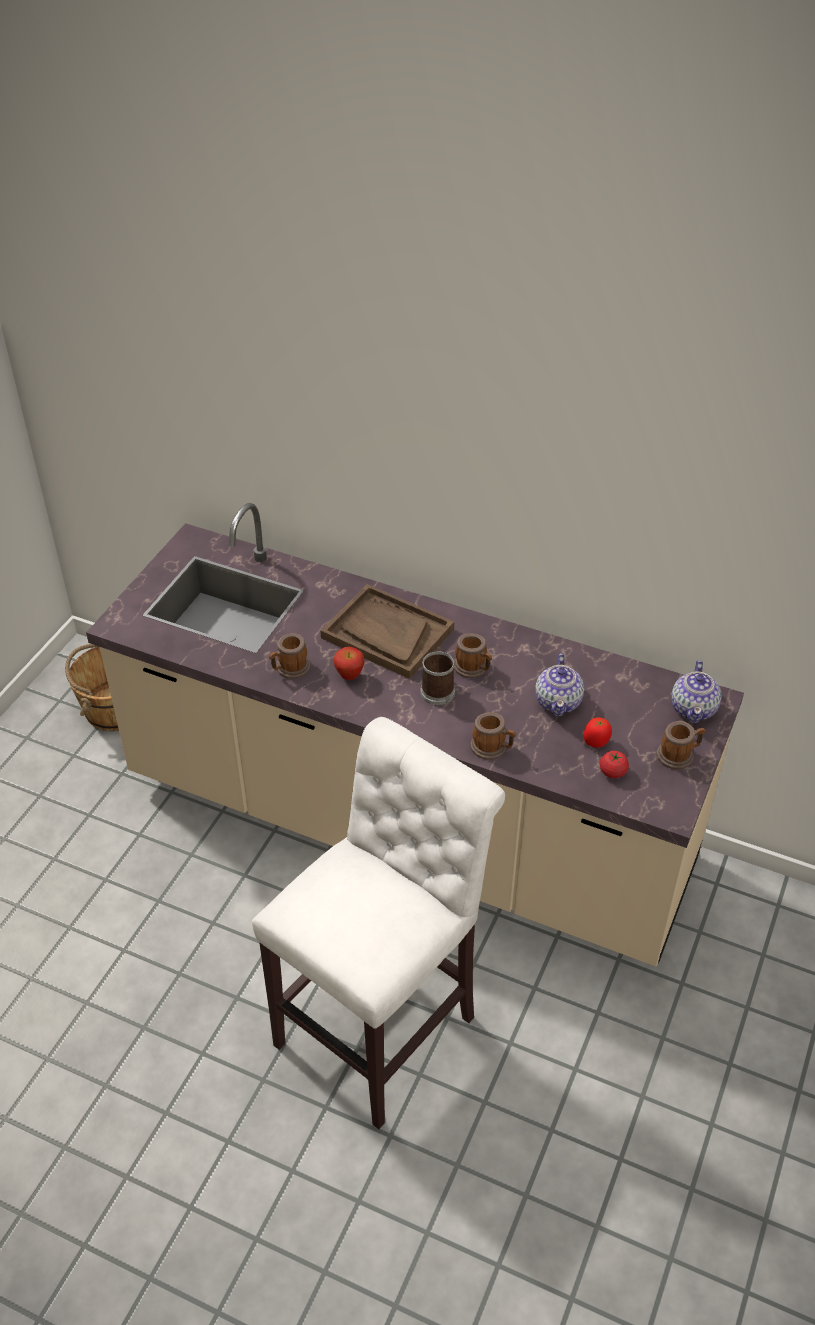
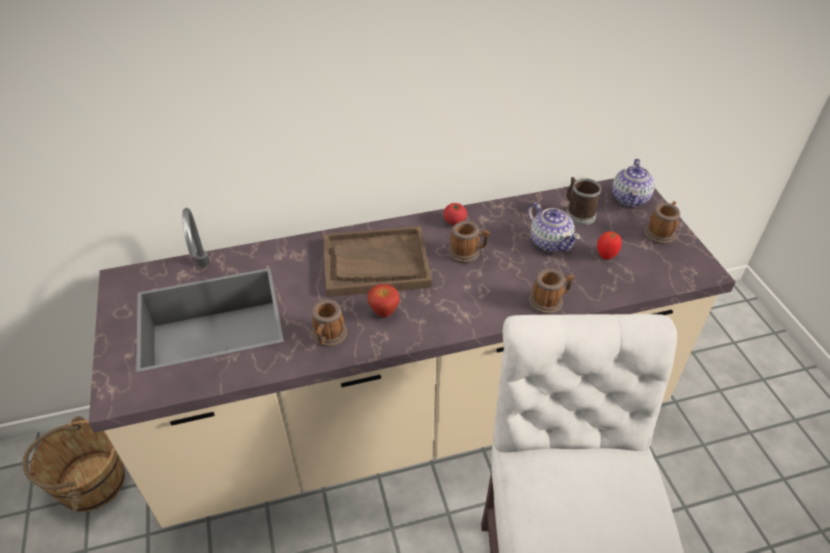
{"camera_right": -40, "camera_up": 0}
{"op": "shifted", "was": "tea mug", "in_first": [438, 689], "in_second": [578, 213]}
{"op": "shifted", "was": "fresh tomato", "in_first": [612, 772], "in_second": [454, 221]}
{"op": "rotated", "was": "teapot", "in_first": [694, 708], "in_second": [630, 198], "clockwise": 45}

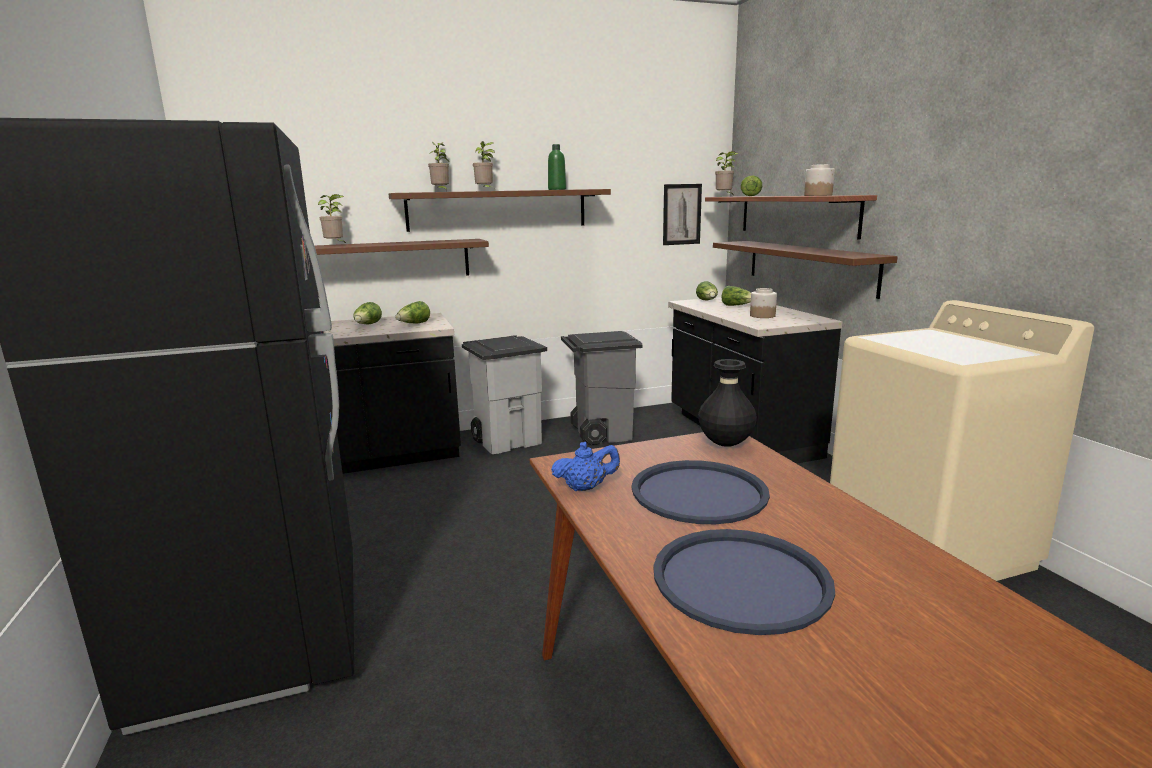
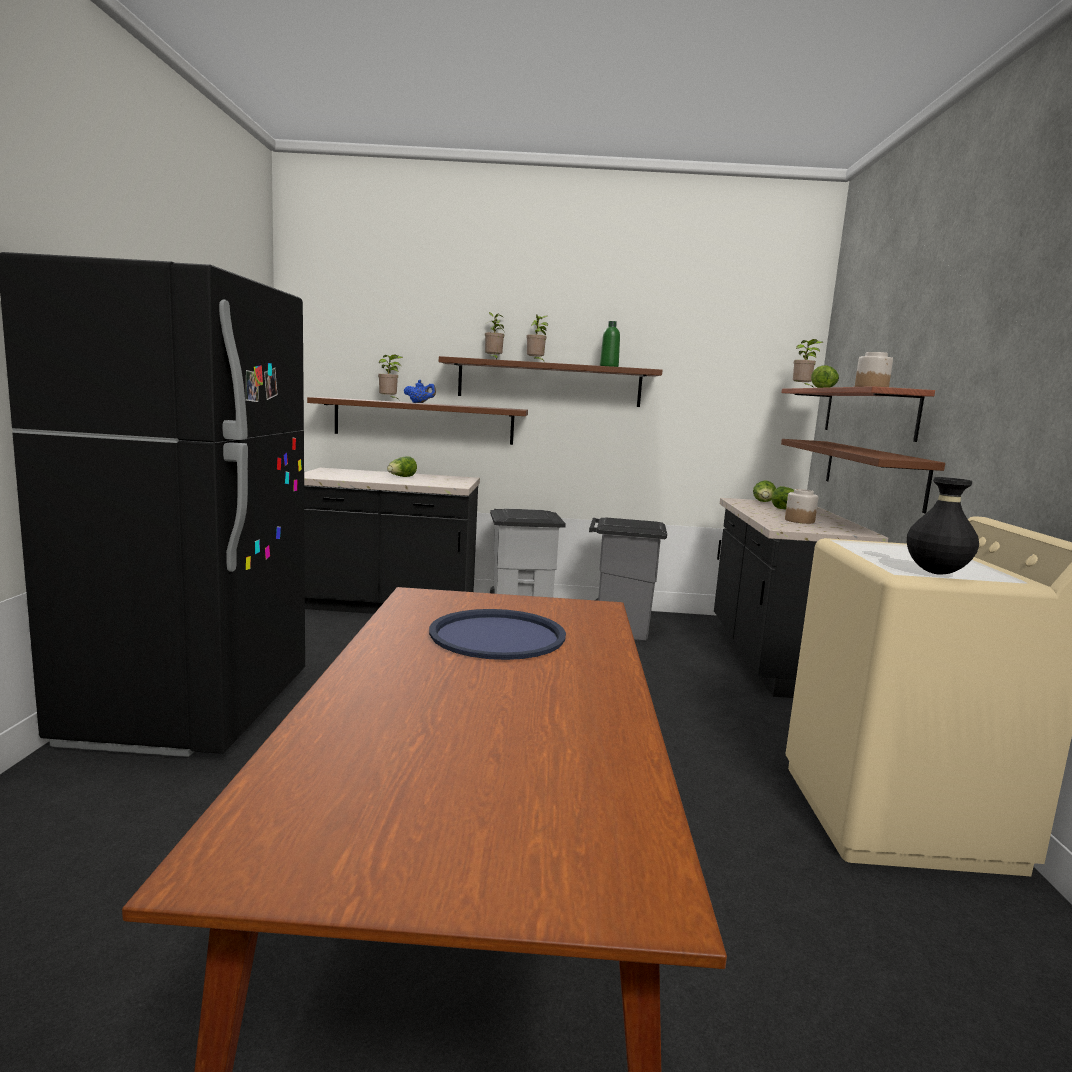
{"camera_right": 20, "camera_up": -5}
{"op": "gone", "was": "head of lettuce", "in_first": [414, 324]}
{"op": "shifted", "was": "teapot in blue", "in_first": [586, 488], "in_second": [419, 403]}
{"op": "gone", "was": "serving tray in blue", "in_first": [740, 580]}
{"op": "gone", "was": "wall art", "in_first": [681, 214]}
{"op": "shifted", "was": "vase in black", "in_first": [725, 445], "in_second": [936, 573]}

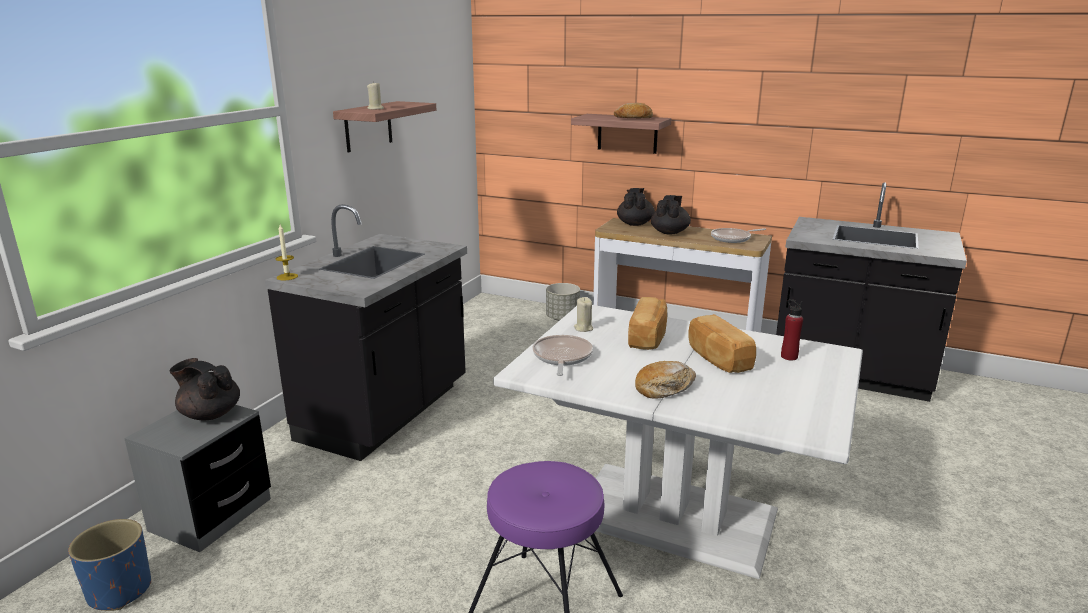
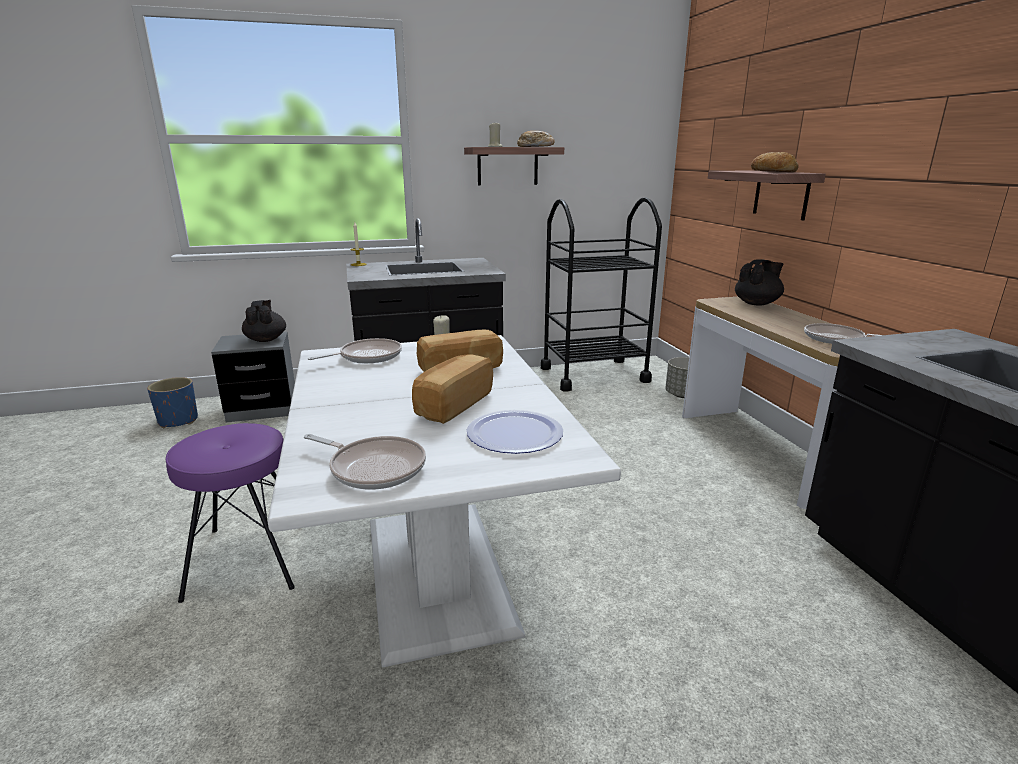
{"camera_right": 50, "camera_up": 0}
{"op": "shifted", "was": "baked bread", "in_first": [664, 388], "in_second": [535, 147]}
{"op": "gone", "was": "teapot in black", "in_first": [669, 232]}
{"op": "swapped", "was": "bottle in red-coloured", "now": "plate", "in_first": [789, 357], "in_second": [514, 434]}
{"op": "new", "now": "skillet", "in_second": [374, 468]}
{"op": "new", "now": "wheeled cart in black", "in_second": [593, 374]}

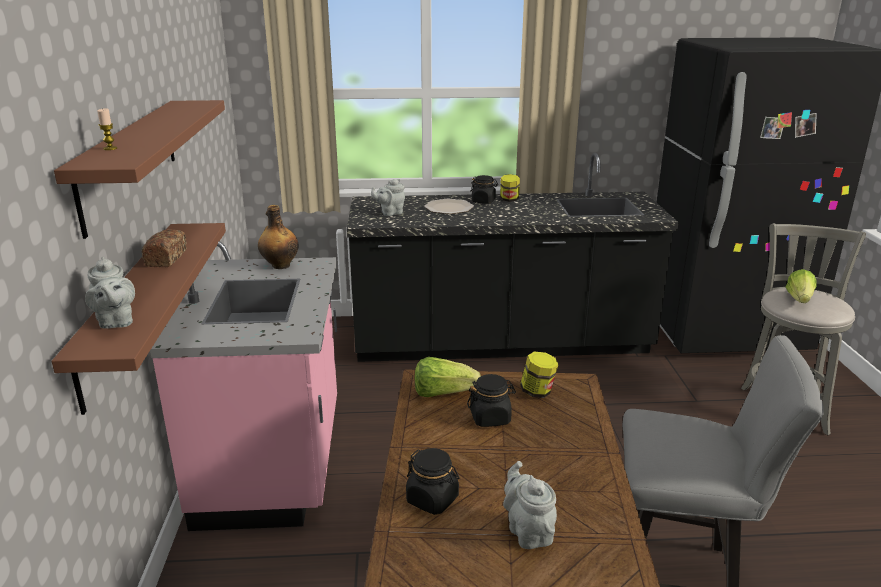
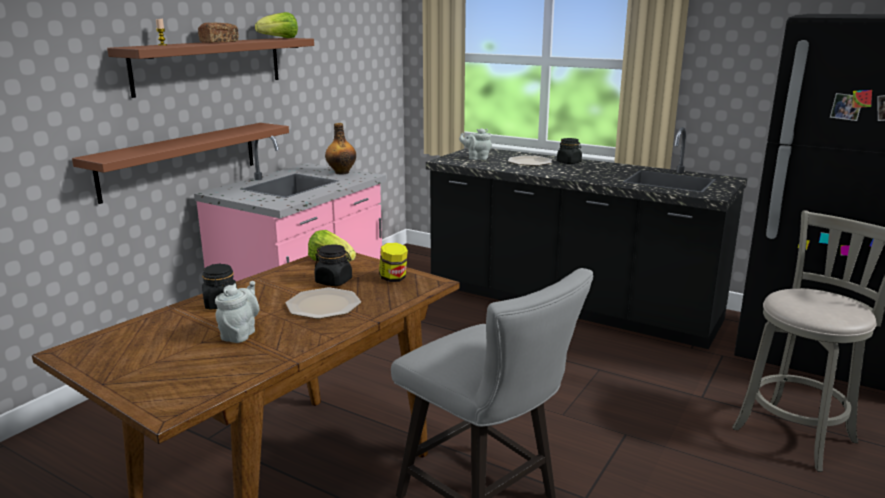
{"camera_right": 35, "camera_up": -5}
{"op": "gone", "was": "teapot in greyish", "in_first": [115, 322]}
{"op": "shifted", "was": "baked bread", "in_first": [166, 258], "in_second": [219, 42]}
{"op": "gone", "was": "jar", "in_first": [509, 200]}
{"op": "shifted", "was": "head of lettuce", "in_first": [799, 299], "in_second": [279, 38]}
{"op": "new", "now": "plate", "in_second": [324, 305]}

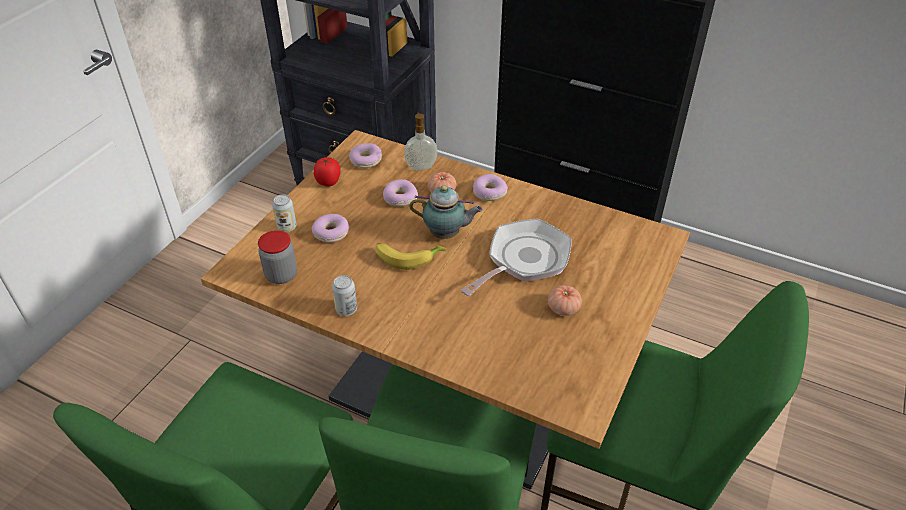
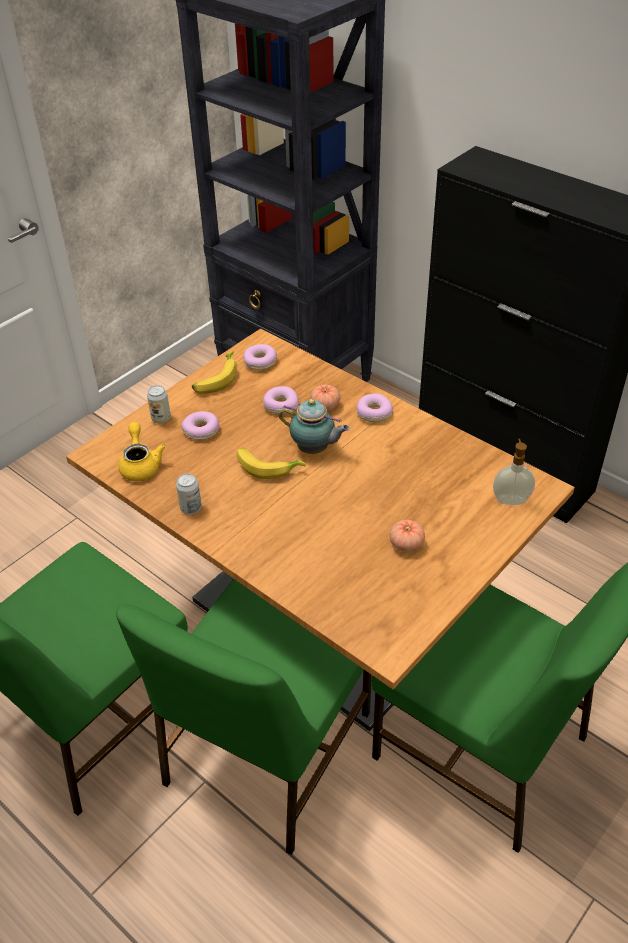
{"camera_right": 15, "camera_up": 0}
{"op": "swapped", "was": "jar", "now": "teapot in yellow-coloured", "in_first": [281, 275], "in_second": [141, 465]}
{"op": "swapped", "was": "fresh tomato", "now": "whole banana", "in_first": [328, 182], "in_second": [216, 379]}
{"op": "shifted", "was": "soap dispenser", "in_first": [421, 166], "in_second": [510, 499]}
{"op": "gone", "was": "skillet", "in_first": [524, 260]}

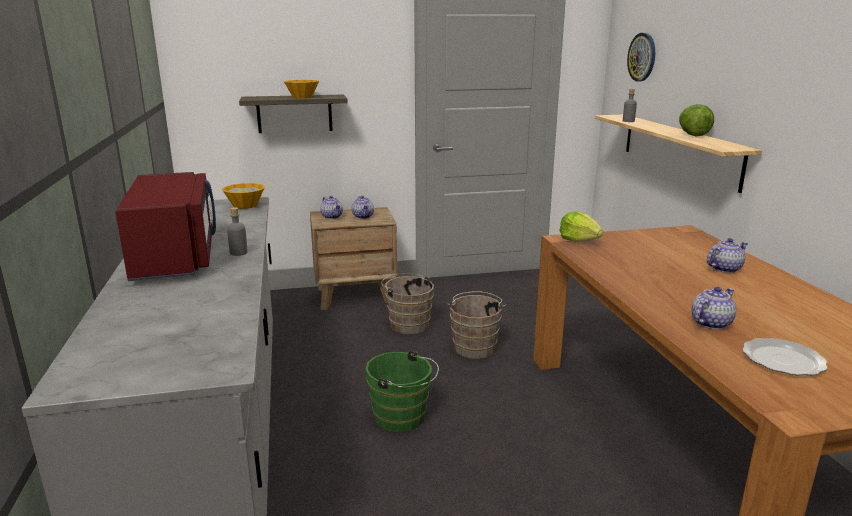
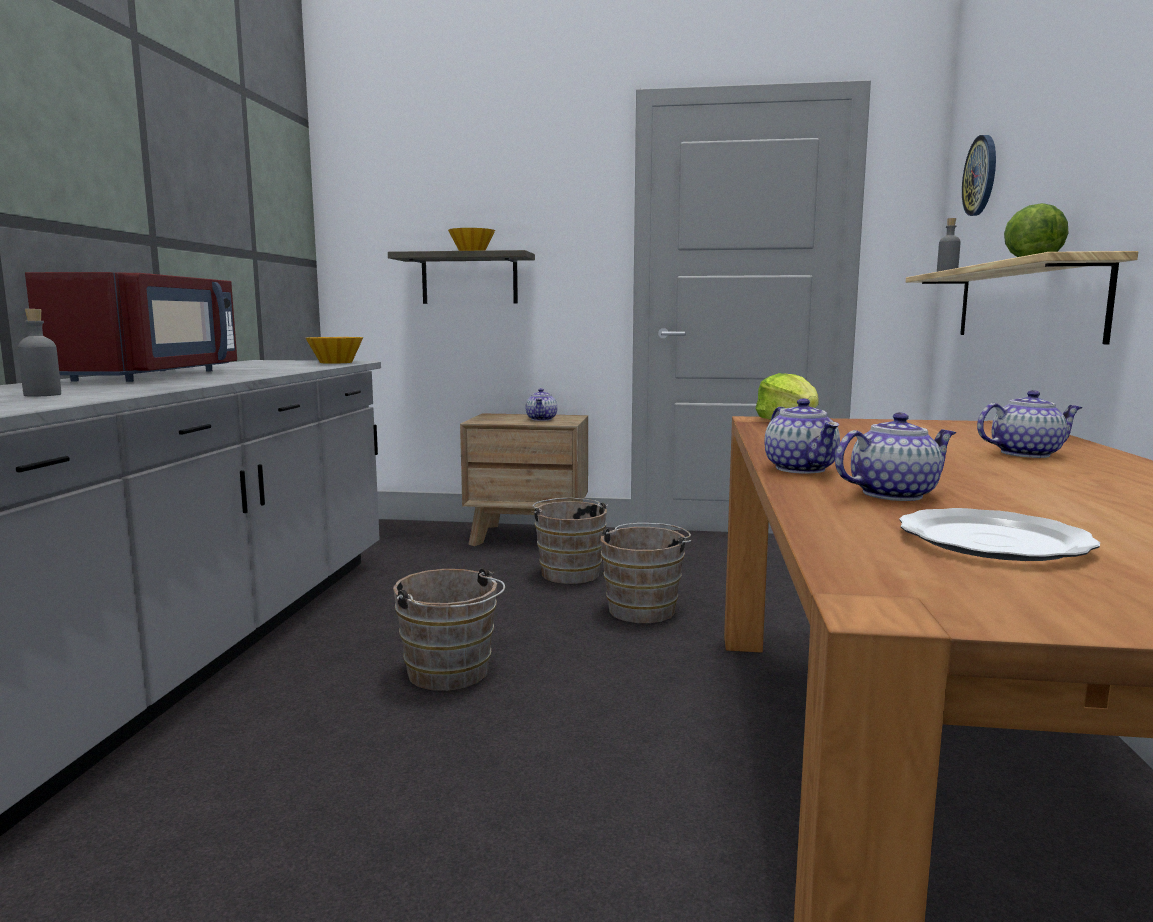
{"camera_right": 20, "camera_up": -10}
{"op": "shifted", "was": "bottle in greyish", "in_first": [238, 253], "in_second": [43, 395]}
{"op": "shifted", "was": "teapot", "in_first": [332, 217], "in_second": [801, 469]}
{"op": "repainted", "was": "water bucket in greenish", "now": "water bucket in brown", "in_first": [403, 418], "in_second": [451, 675]}

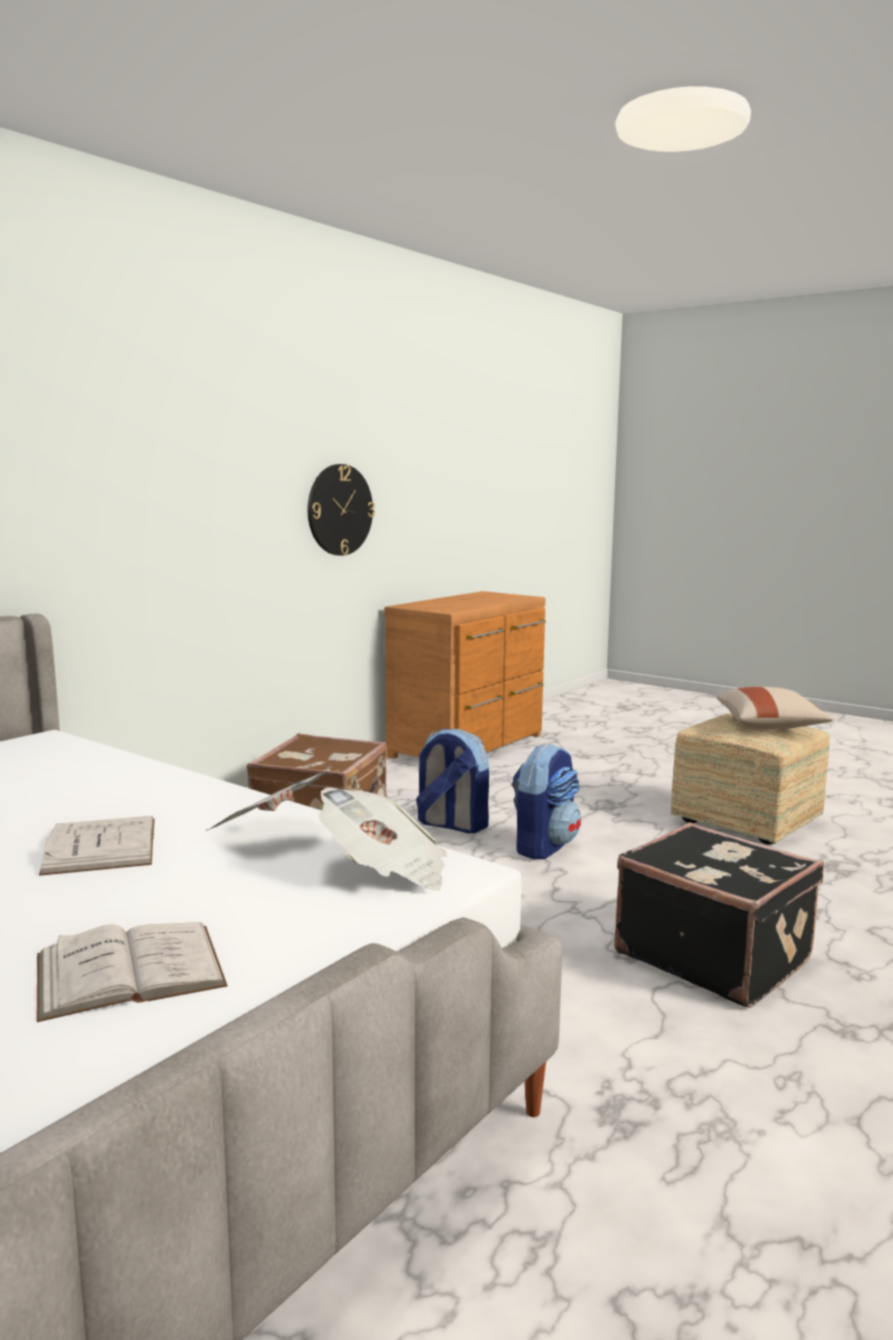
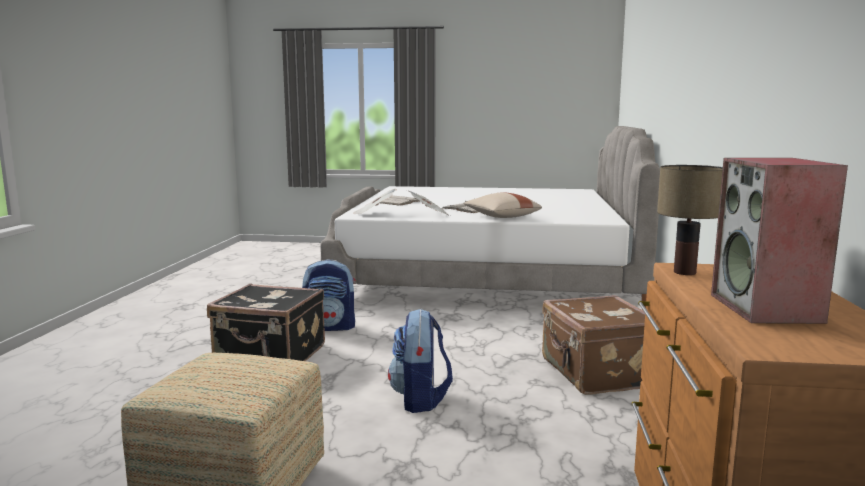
{"camera_right": 150, "camera_up": 0}
{"op": "gone", "was": "hanging clock", "in_first": [339, 510]}
{"op": "shifted", "was": "rucksack", "in_first": [451, 825], "in_second": [330, 327]}
{"op": "shifted", "was": "pillow in sand-coloured", "in_first": [770, 726], "in_second": [501, 217]}
{"op": "new", "now": "tabletop lamp", "in_second": [686, 272]}
{"op": "new", "now": "speaker", "in_second": [767, 309]}

